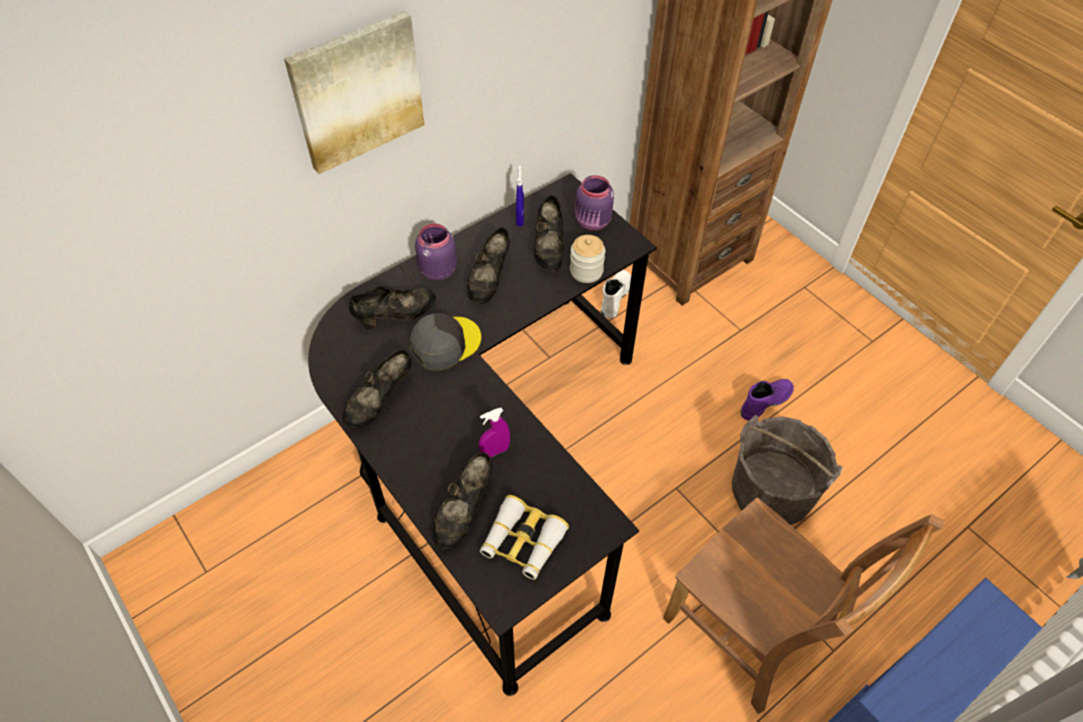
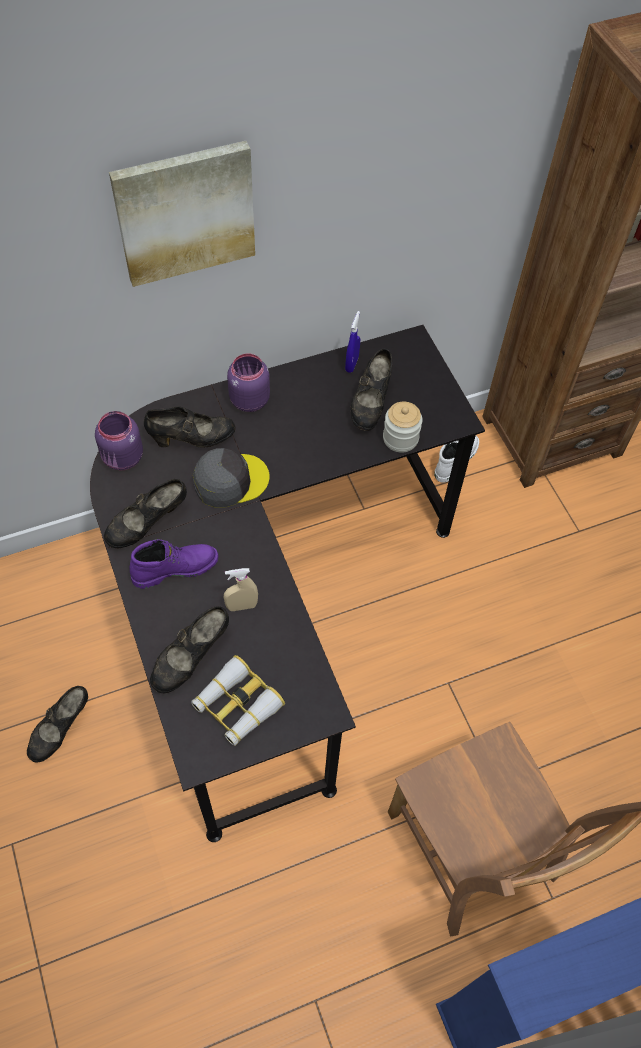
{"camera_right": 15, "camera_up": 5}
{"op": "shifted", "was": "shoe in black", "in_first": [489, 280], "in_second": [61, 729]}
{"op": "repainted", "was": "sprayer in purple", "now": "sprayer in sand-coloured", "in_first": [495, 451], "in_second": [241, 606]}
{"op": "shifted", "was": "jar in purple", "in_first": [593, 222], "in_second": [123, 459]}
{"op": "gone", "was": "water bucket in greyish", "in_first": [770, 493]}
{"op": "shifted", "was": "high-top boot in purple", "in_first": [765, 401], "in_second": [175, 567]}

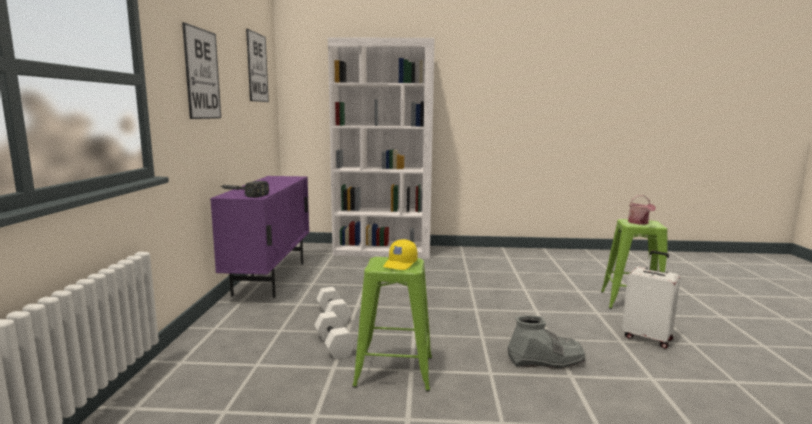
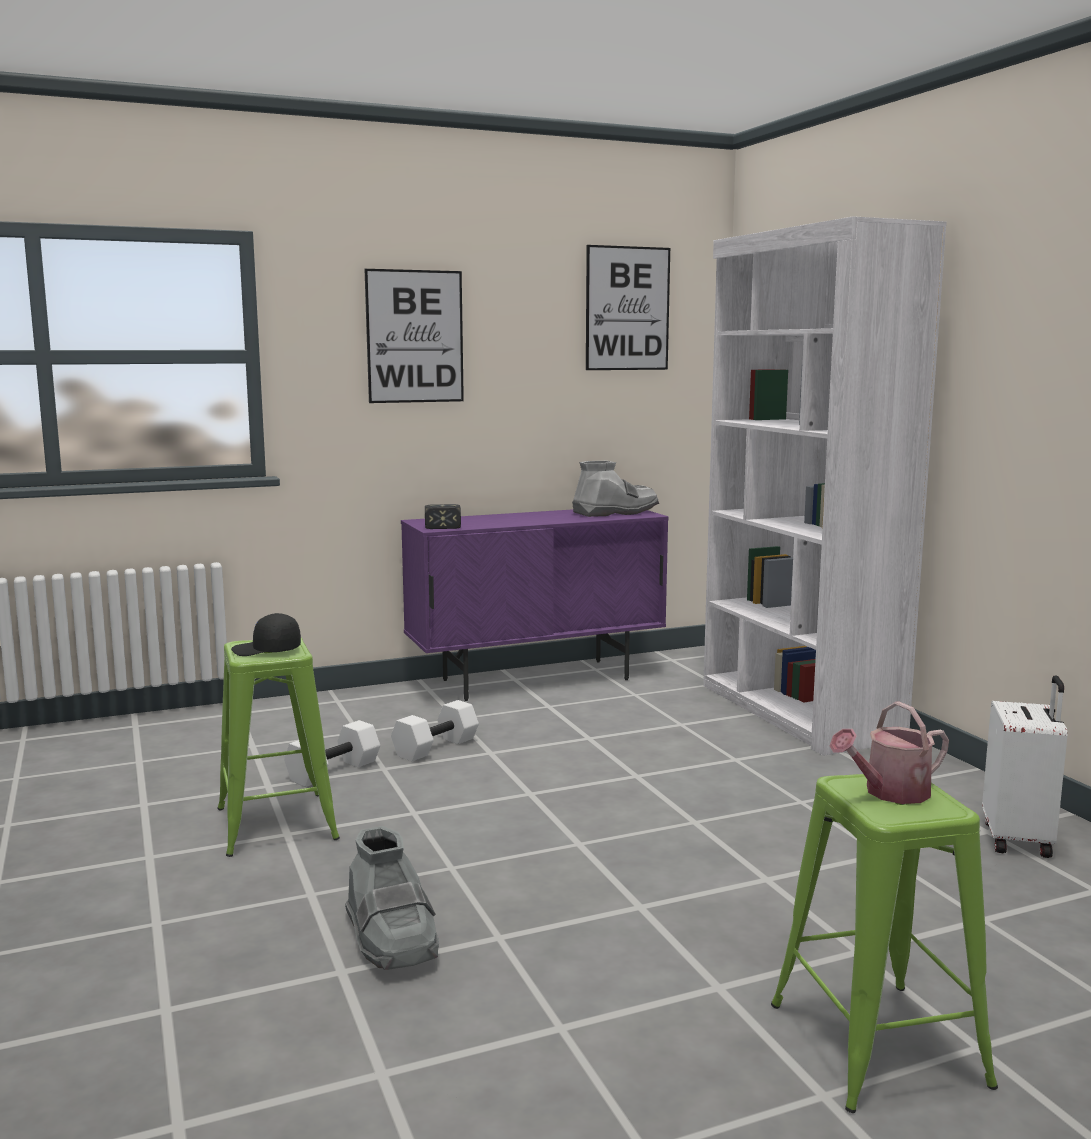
{"camera_right": 65, "camera_up": 0}
{"op": "repainted", "was": "cap in yellow-coloured", "now": "cap in black", "in_first": [400, 264], "in_second": [266, 651]}
{"op": "shifted", "was": "piece of luggage in white", "in_first": [647, 338], "in_second": [1019, 839]}
{"op": "new", "now": "high-top boot in greyish", "in_second": [615, 512]}

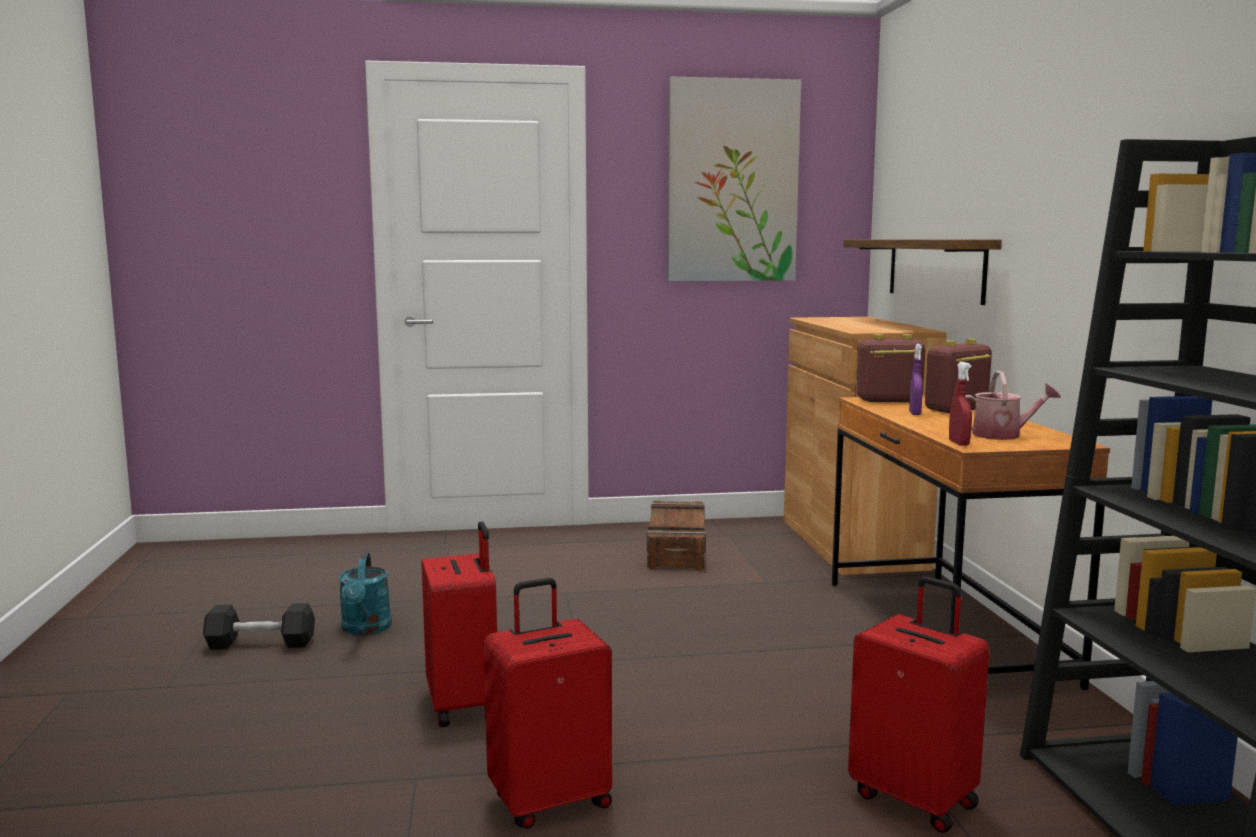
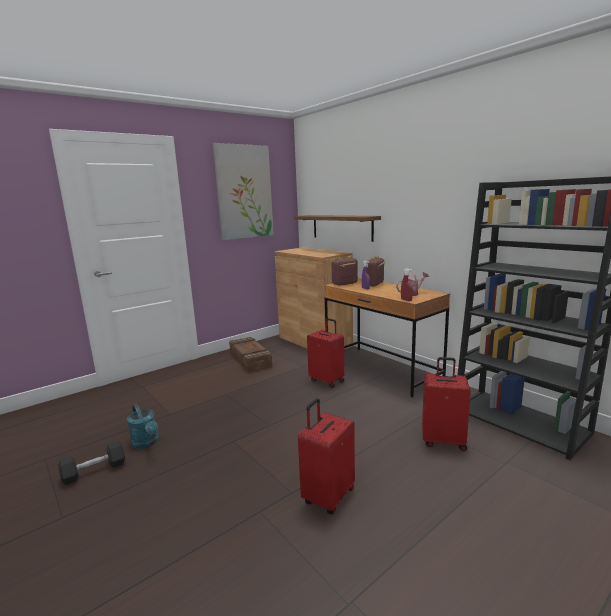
{"camera_right": -30, "camera_up": 5}
{"op": "shifted", "was": "piece of luggage in red-coloured", "in_first": [465, 705], "in_second": [327, 381]}

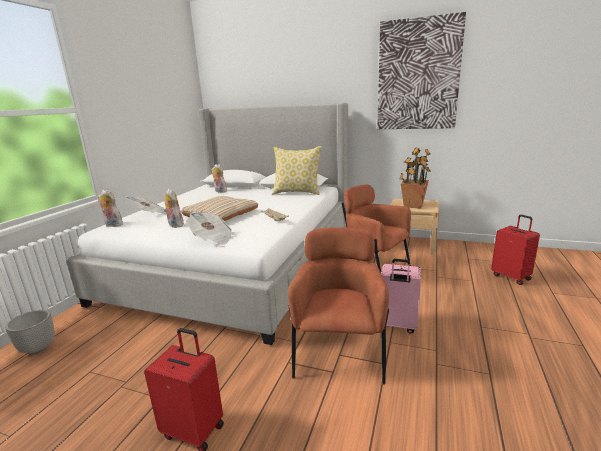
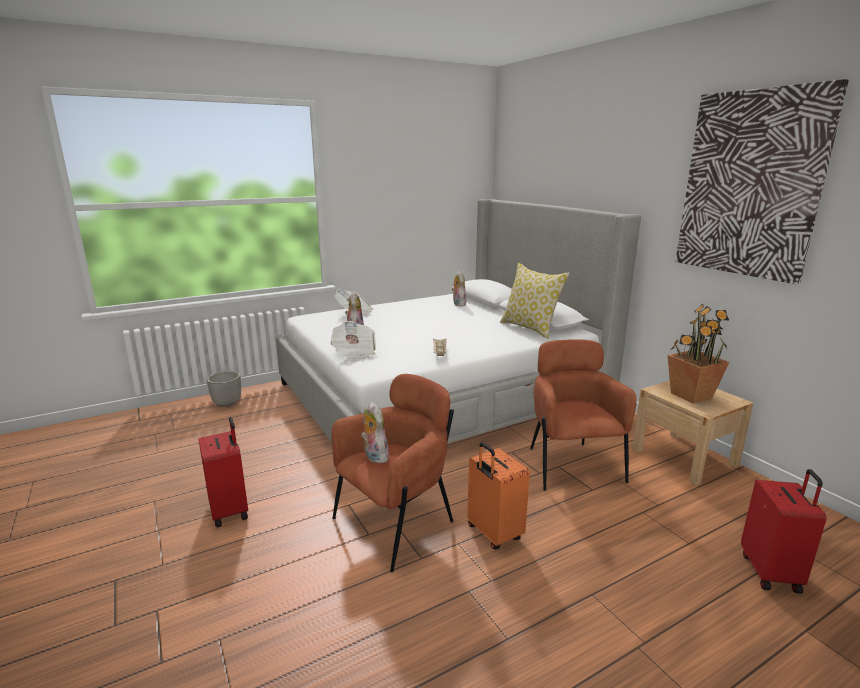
{"camera_right": 40, "camera_up": 0}
{"op": "shifted", "was": "plush toy", "in_first": [112, 225], "in_second": [374, 456]}
{"op": "gone", "was": "pillow in sand-coloured", "in_first": [220, 214]}
{"op": "repainted", "was": "piece of luggage in pink", "now": "piece of luggage in orange-coloured", "in_first": [397, 325], "in_second": [493, 533]}

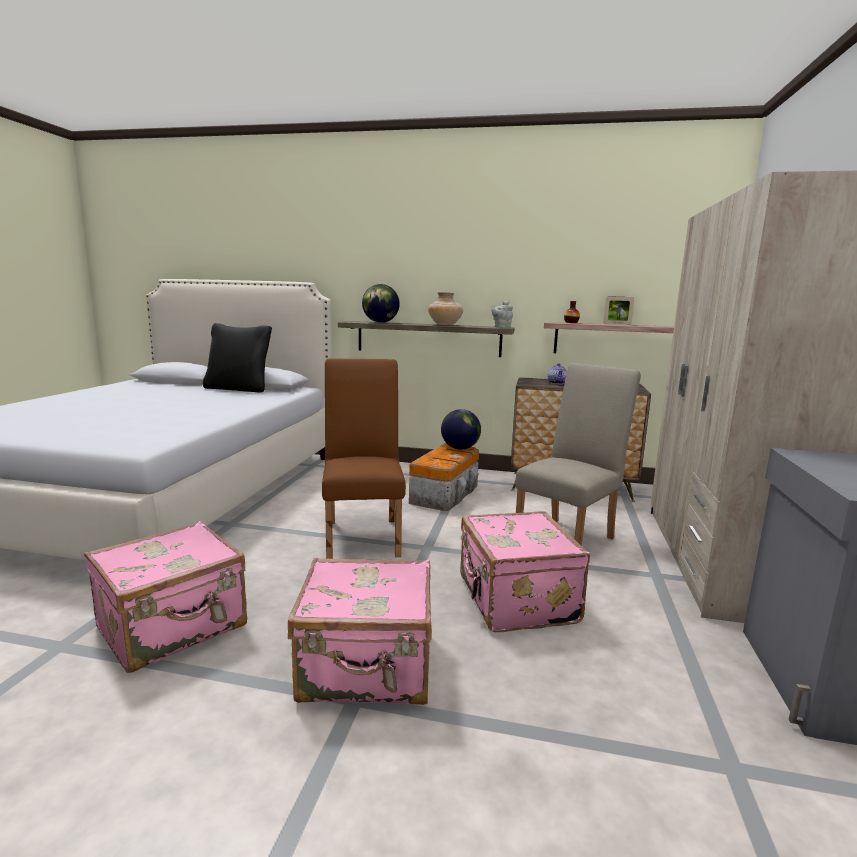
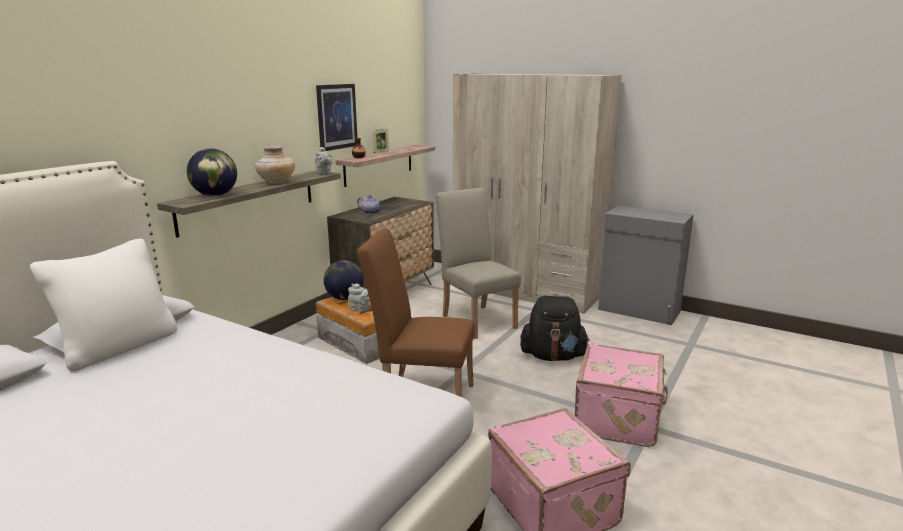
{"camera_right": -70, "camera_up": 5}
{"op": "repainted", "was": "pillow in black", "now": "pillow in white", "in_first": [239, 389], "in_second": [119, 347]}
{"op": "swapped", "was": "piece of luggage in pink", "now": "rucksack in black", "in_first": [515, 601], "in_second": [553, 356]}
{"op": "new", "now": "wall art", "in_second": [336, 117]}
{"op": "new", "now": "teapot in greyish", "in_second": [361, 309]}

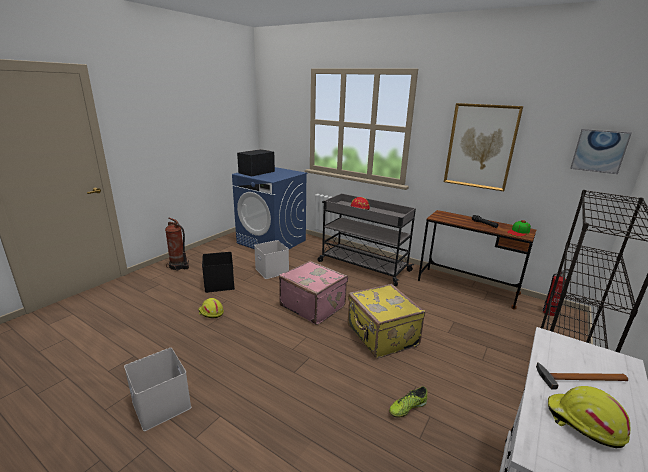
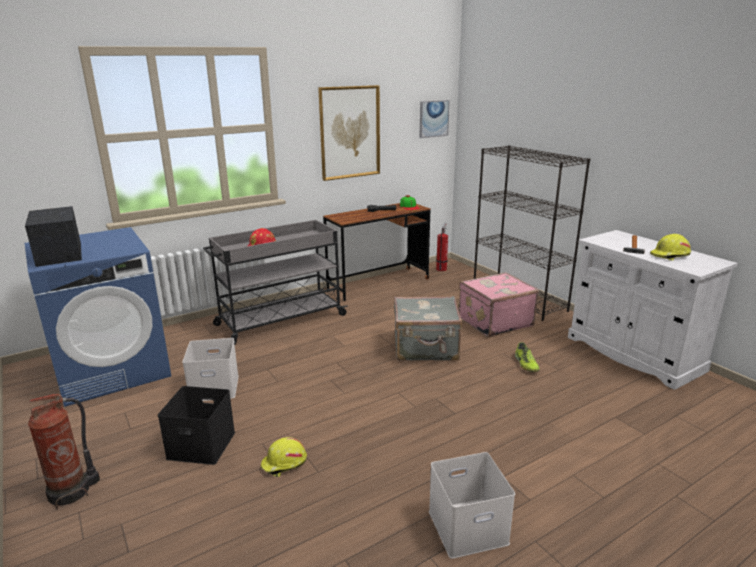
{"camera_right": -65, "camera_up": 0}
{"op": "shifted", "was": "piece of luggage in pink", "in_first": [313, 305], "in_second": [494, 321]}
{"op": "repainted", "was": "piece of luggage in yellow-coloured", "now": "piece of luggage in greyish", "in_first": [381, 336], "in_second": [426, 349]}

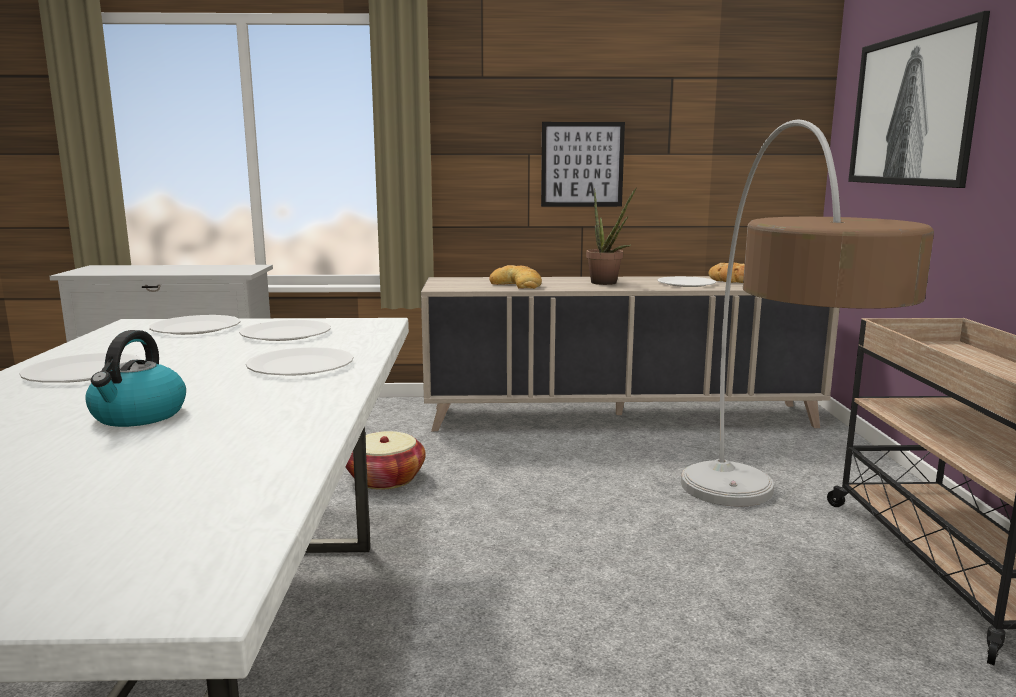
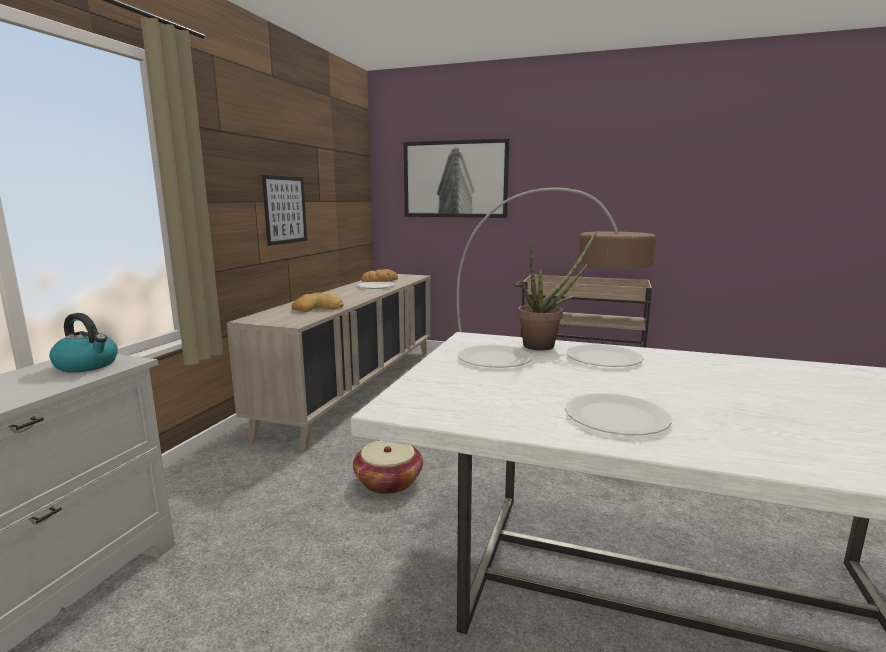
{"camera_right": -70, "camera_up": 0}
{"op": "shifted", "was": "kettle", "in_first": [138, 415], "in_second": [88, 365]}
{"op": "gone", "was": "plate in white", "in_first": [196, 328]}
{"op": "shifted", "was": "houseplant", "in_first": [607, 283], "in_second": [545, 345]}

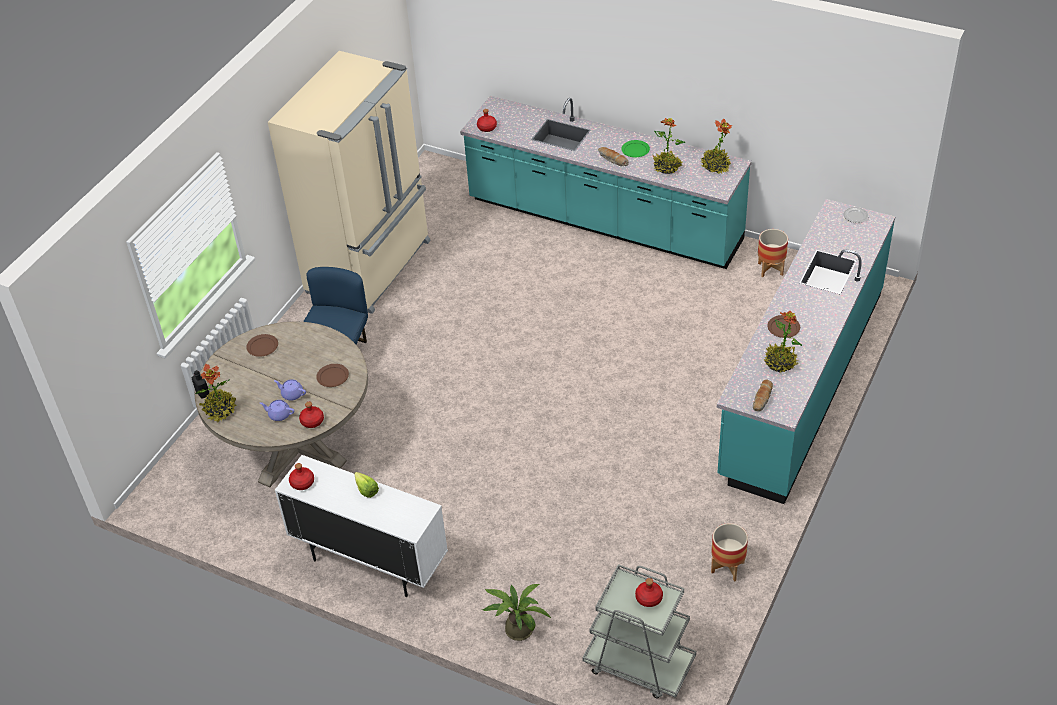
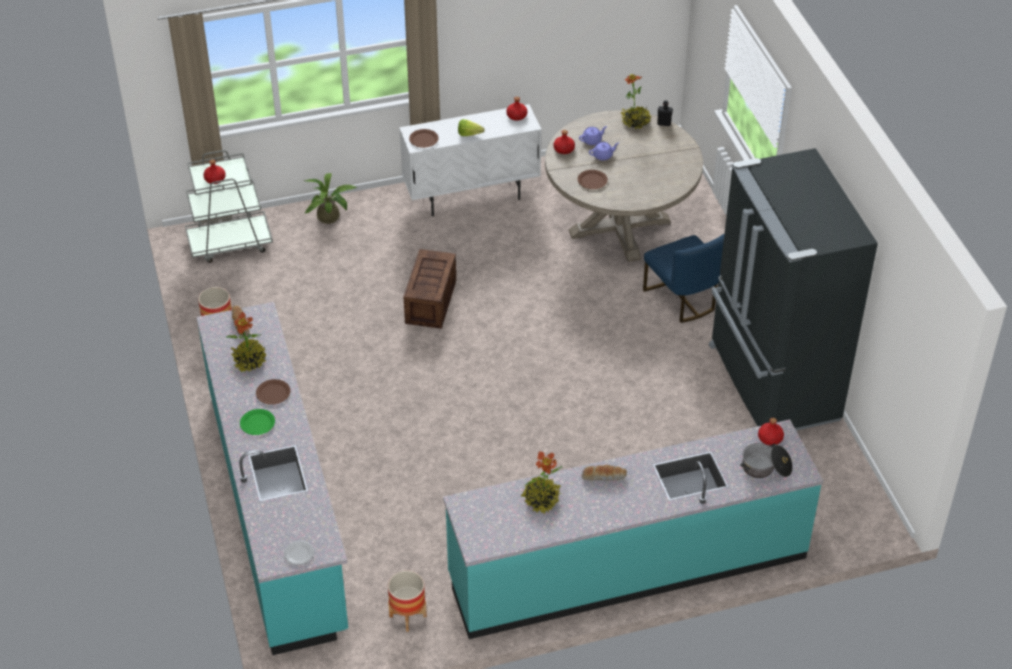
{"camera_right": 135, "camera_up": 0}
{"op": "shifted", "was": "plate in brown", "in_first": [262, 346], "in_second": [424, 139]}
{"op": "repainted", "was": "refrigerator in sand-coloured", "now": "refrigerator in black", "in_first": [371, 267], "in_second": [771, 383]}
{"op": "shifted", "was": "plate in greenish", "in_first": [635, 150], "in_second": [258, 423]}
{"op": "gone", "was": "houseplant", "in_first": [715, 166]}
{"op": "new", "now": "packing crate", "in_second": [431, 301]}
{"op": "new", "now": "saucepot", "in_second": [765, 468]}

